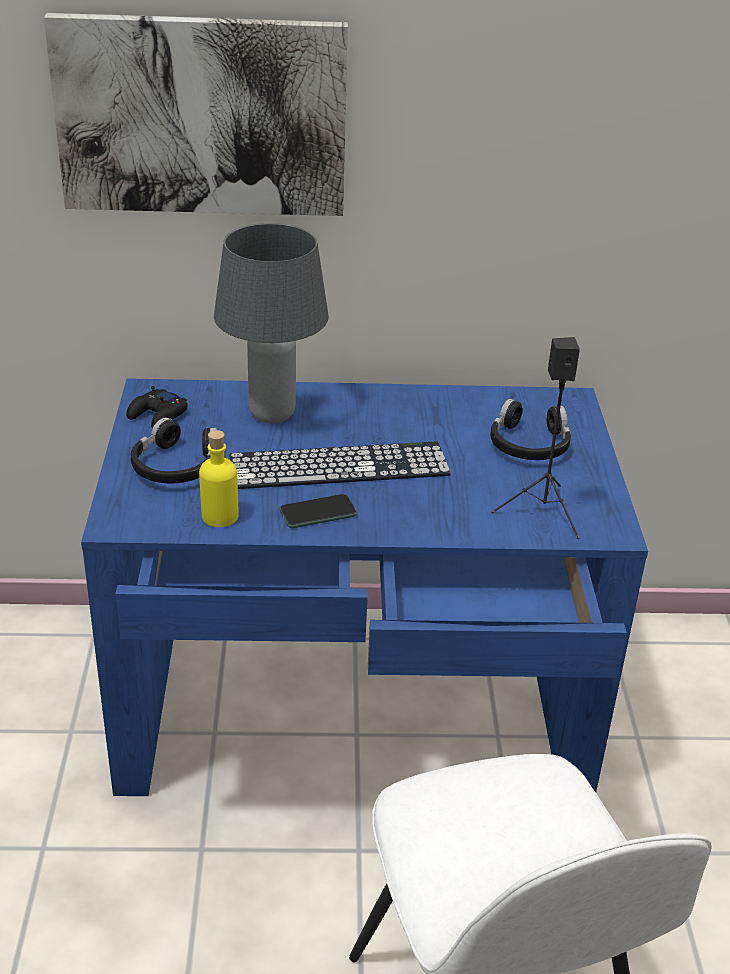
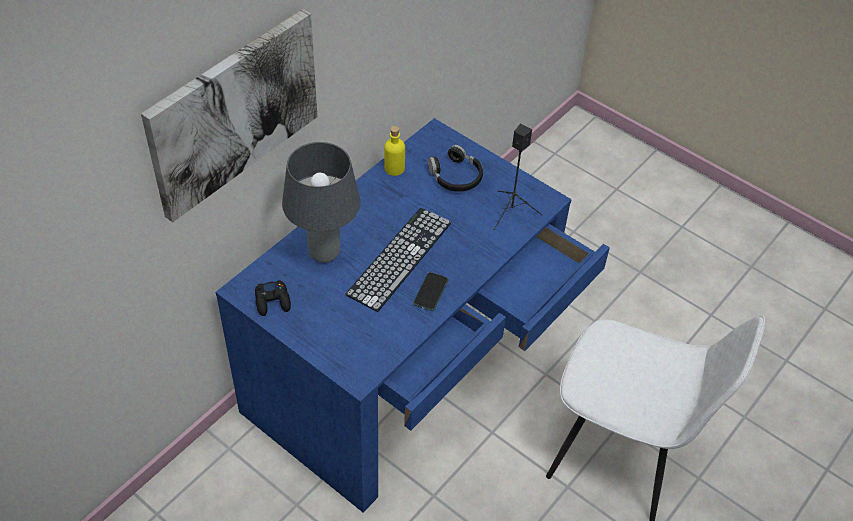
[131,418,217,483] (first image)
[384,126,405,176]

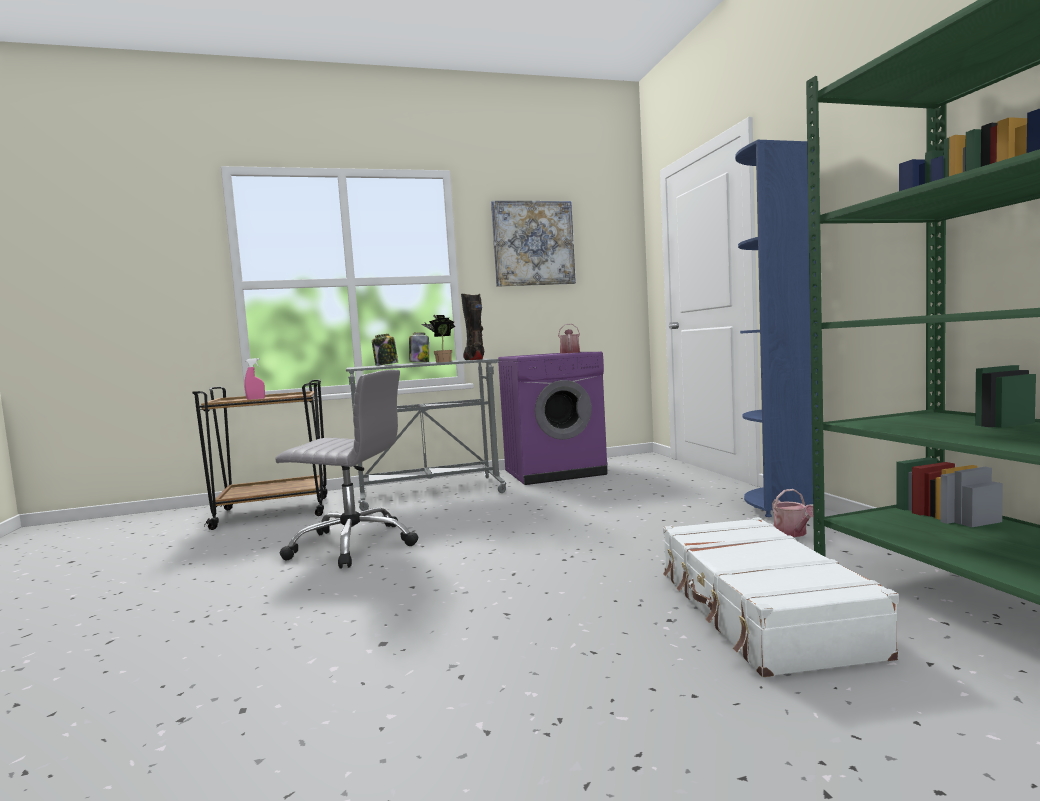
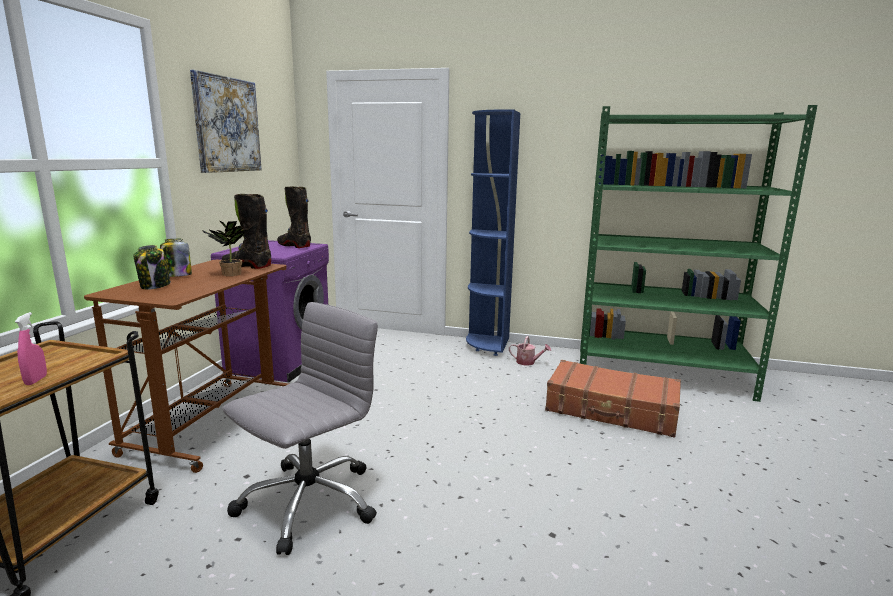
[84,260,289,473]
[277,186,311,248]
[545,360,681,438]

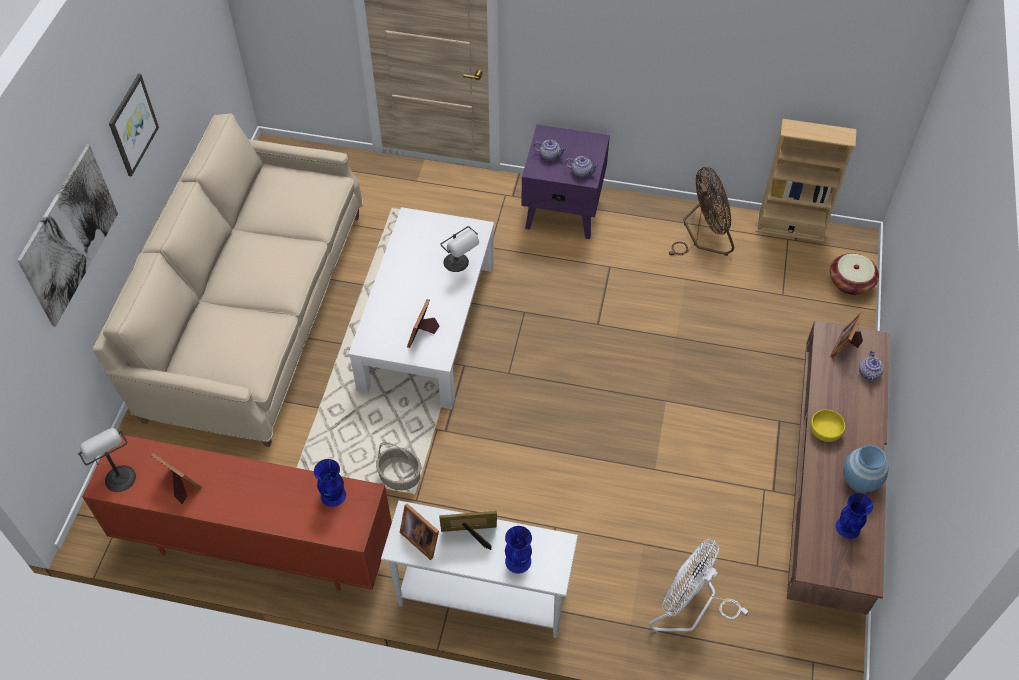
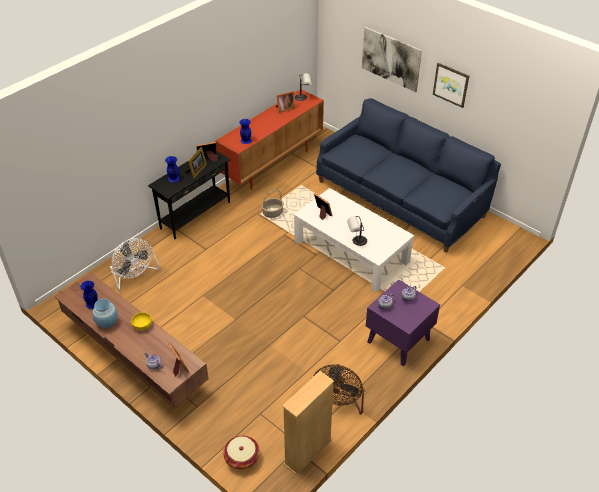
[316,98,501,253]
[148,151,231,239]
[110,238,159,292]

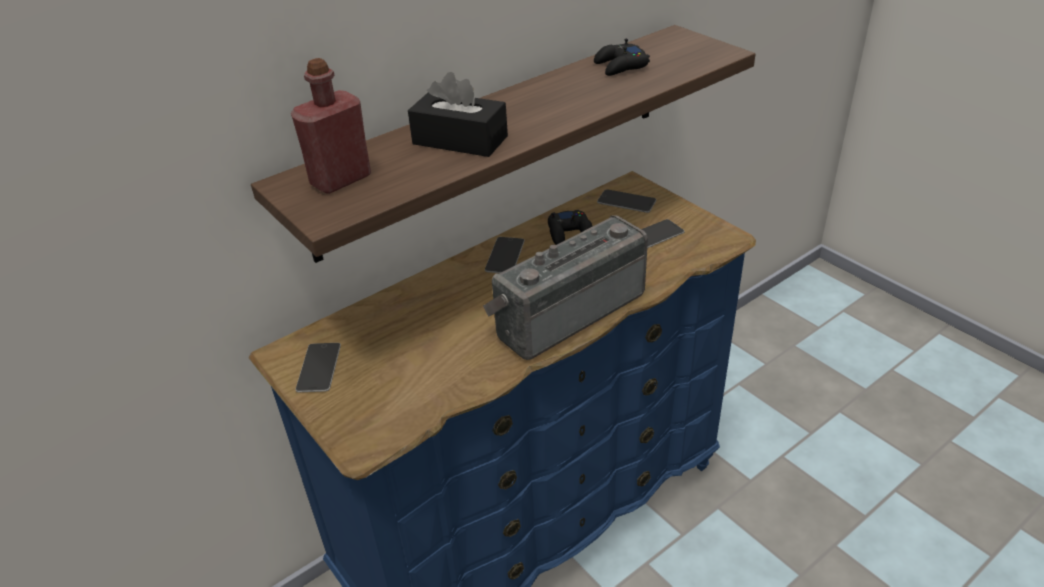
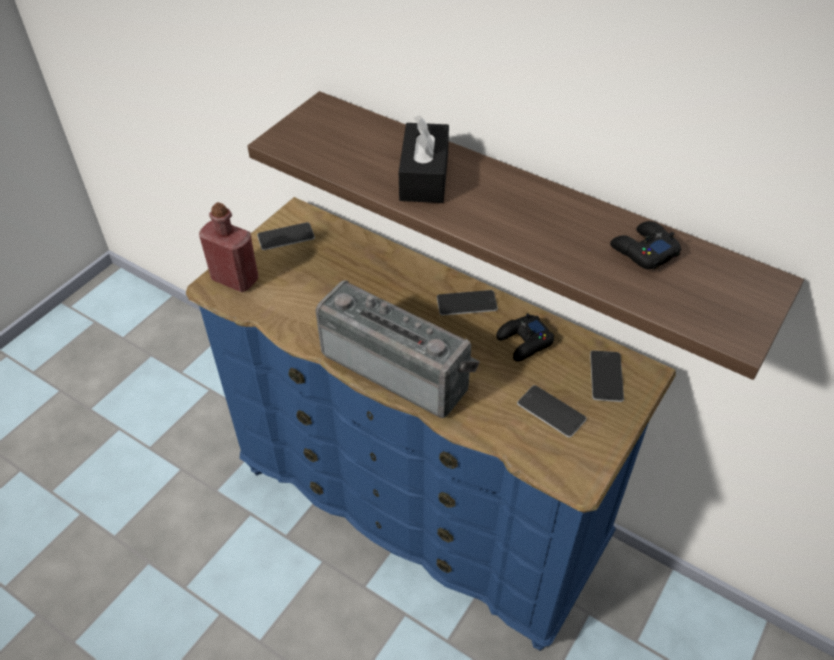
[199,202,258,292]

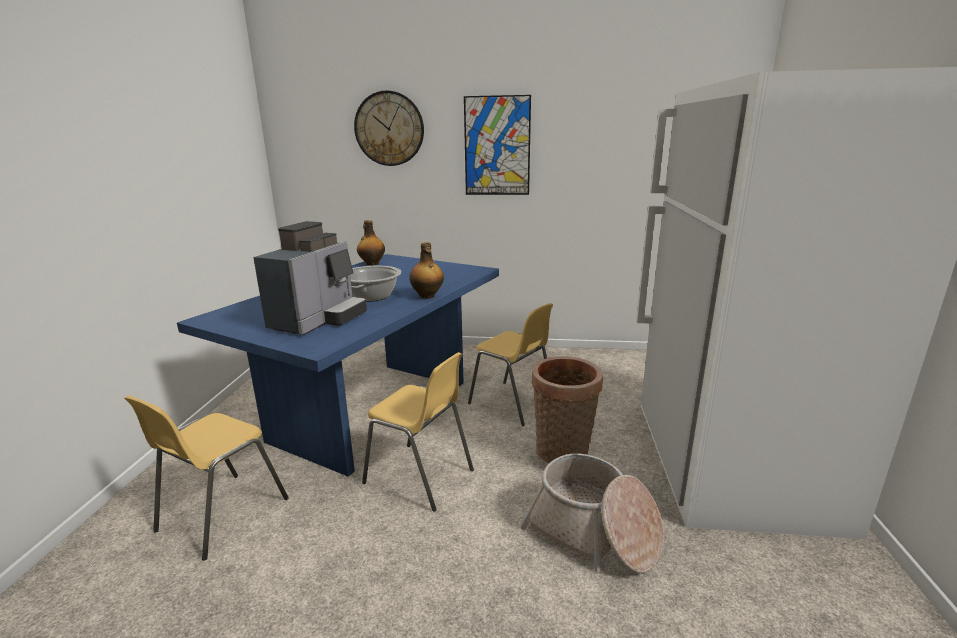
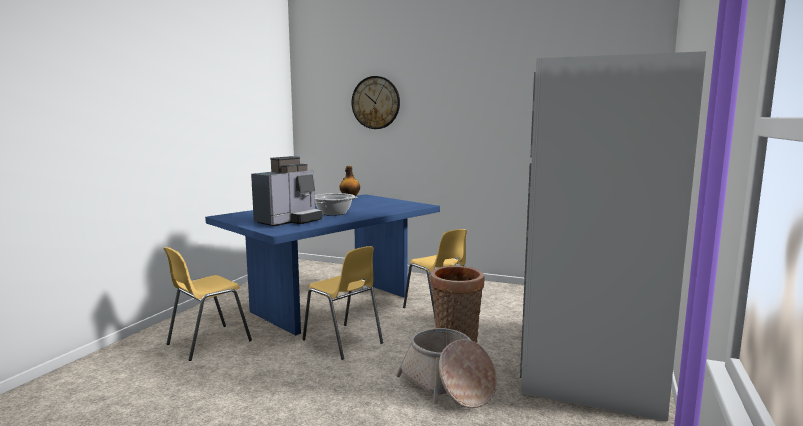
[409,242,444,299] (first image)
[464,95,531,195] (first image)

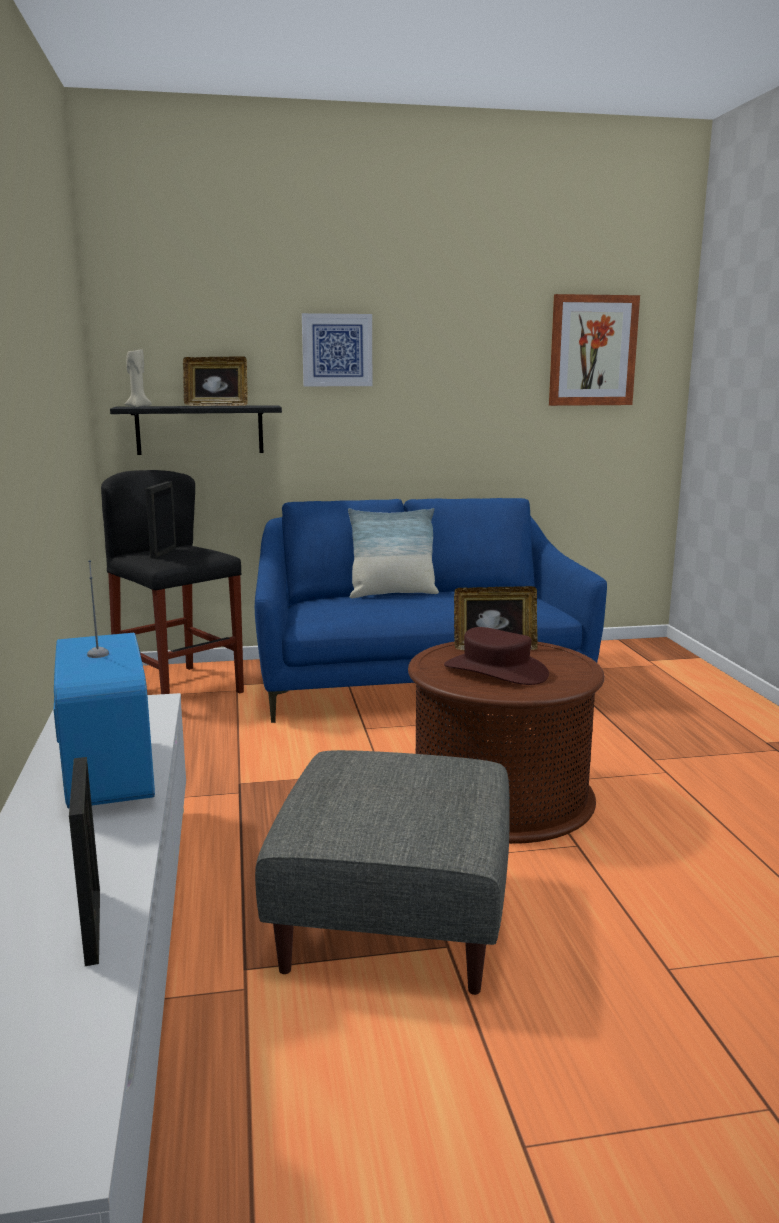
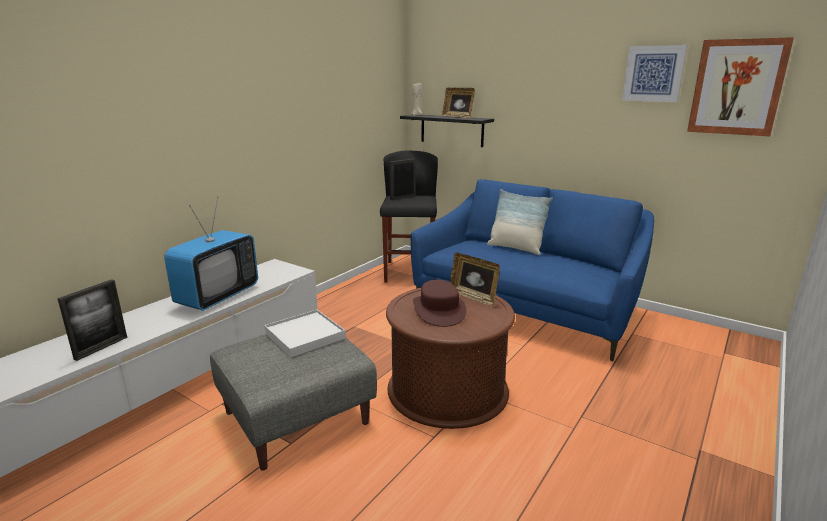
[622,45,687,102]
[264,310,346,357]

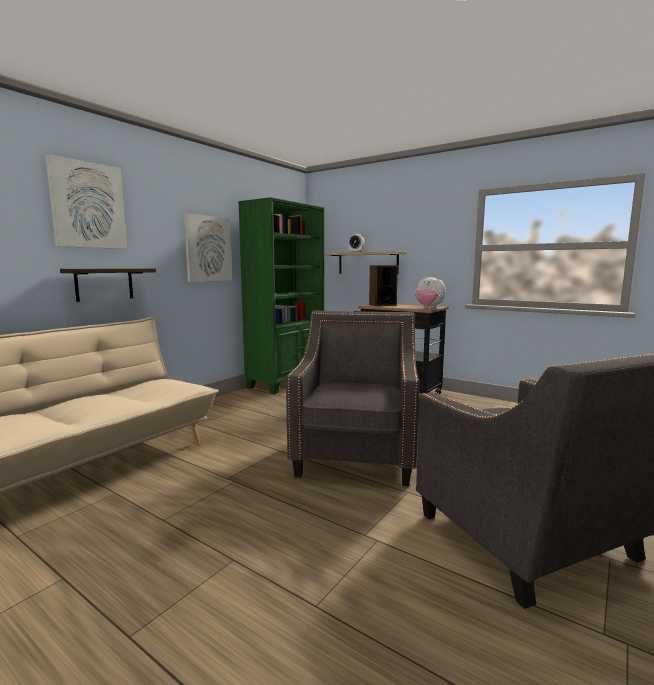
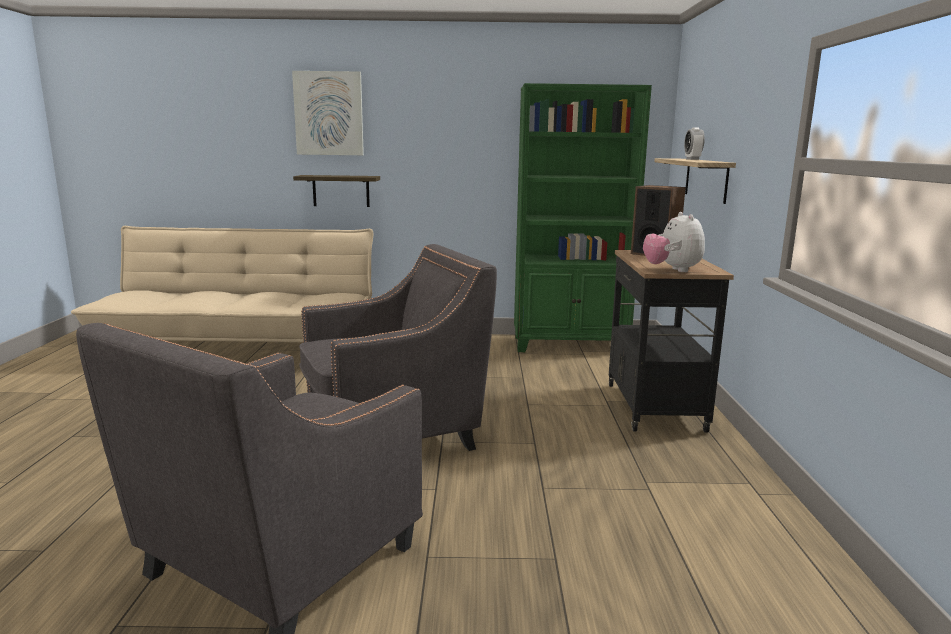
[184,213,232,282] (first image)

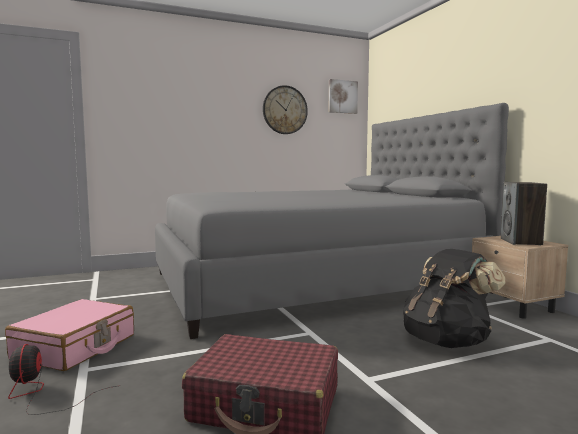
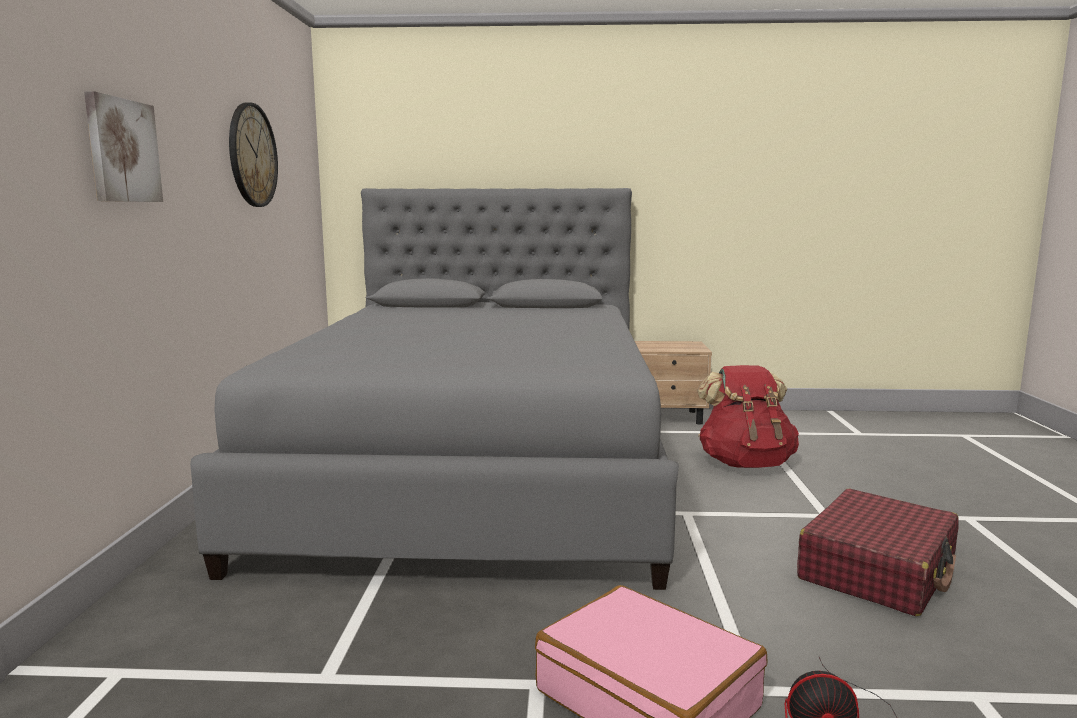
[84,91,163,202]
[697,365,799,468]
[501,182,547,245] (first image)

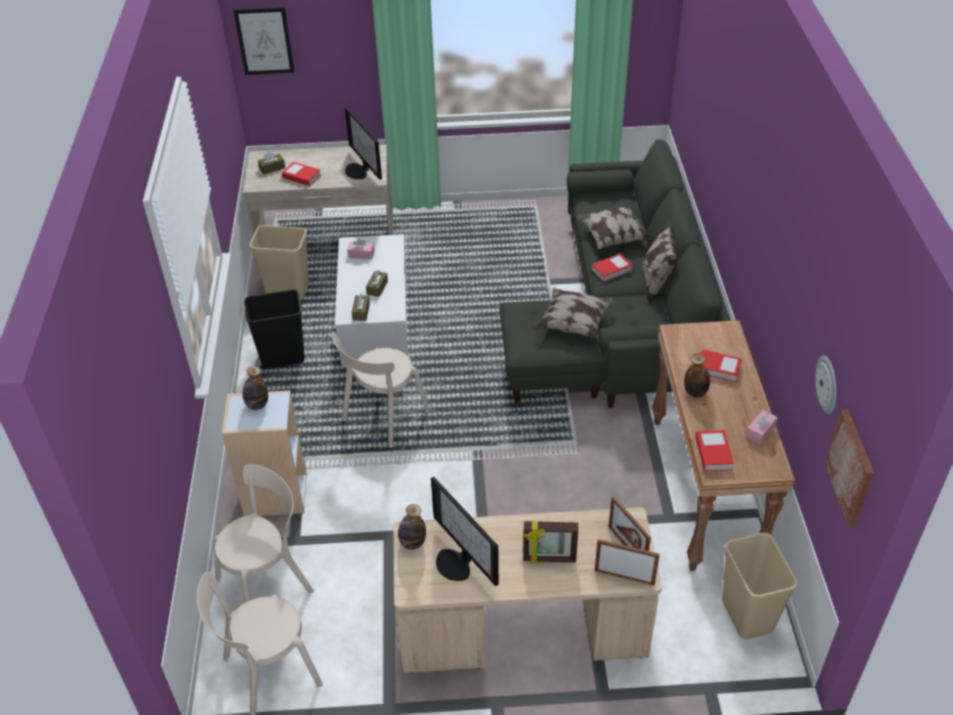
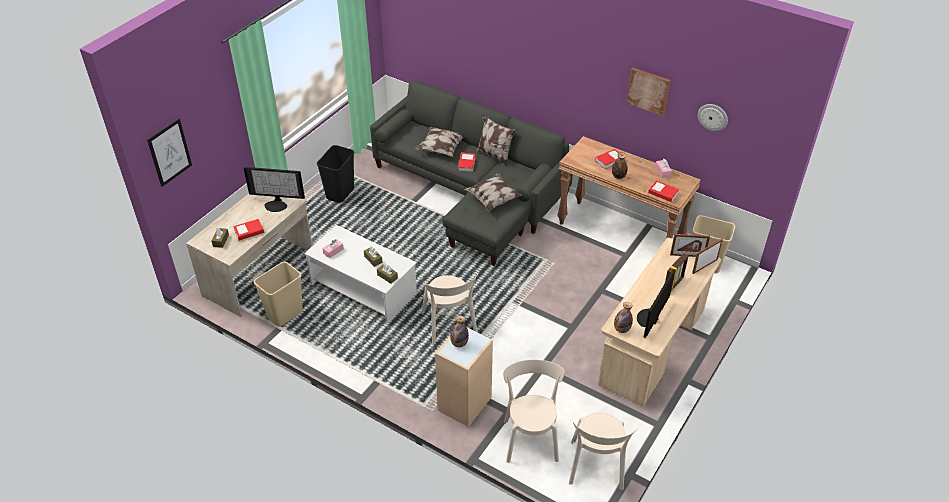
[317,145,354,203]
[637,269,675,338]
[626,67,671,116]

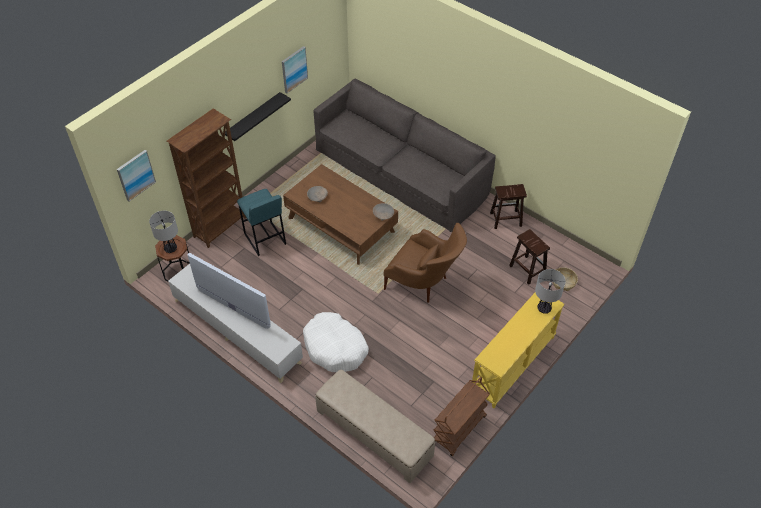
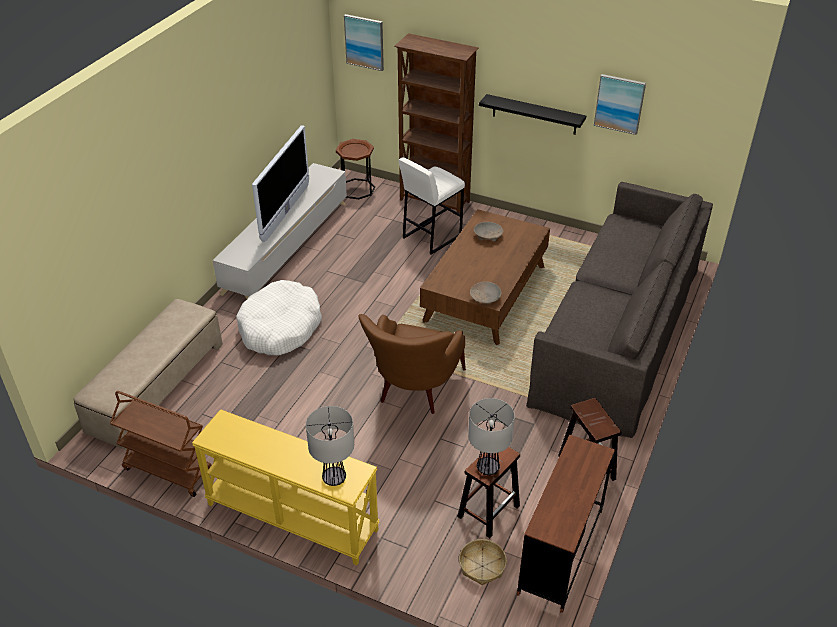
[468,398,515,475]
[398,157,465,255]
[517,435,615,613]

